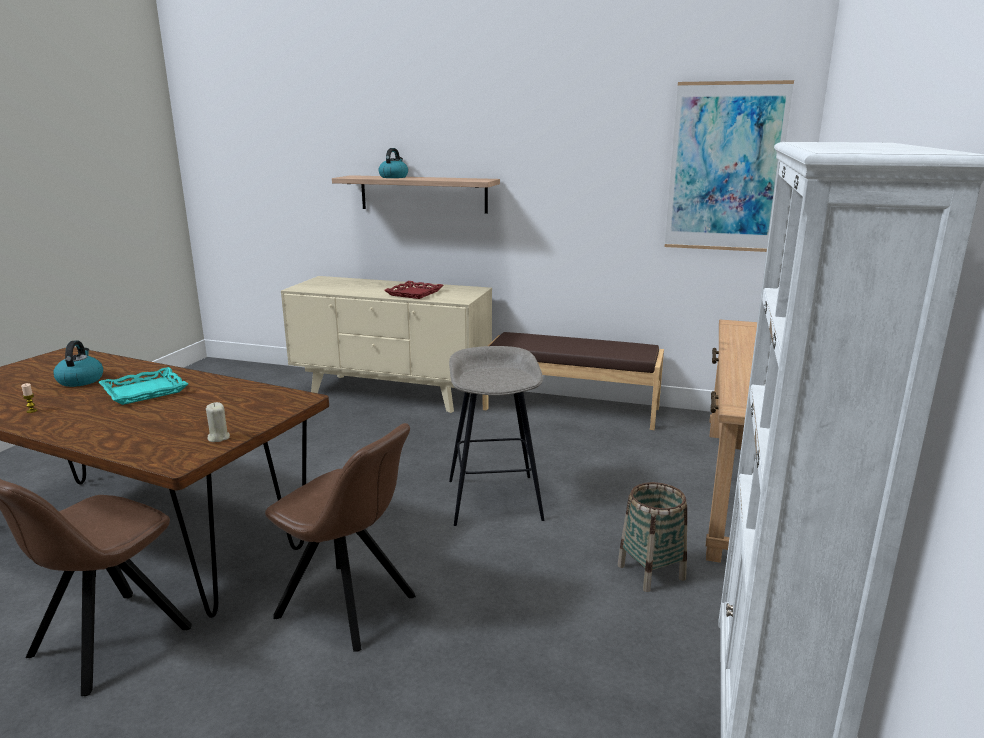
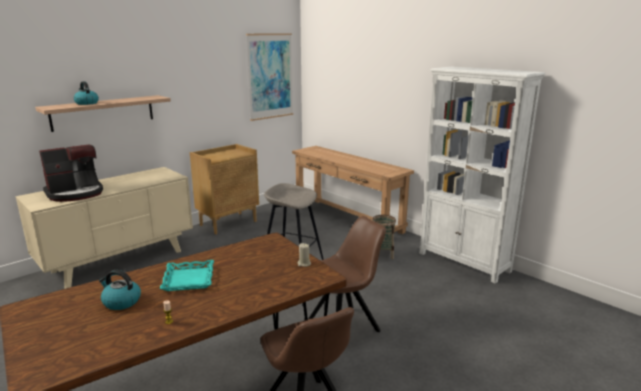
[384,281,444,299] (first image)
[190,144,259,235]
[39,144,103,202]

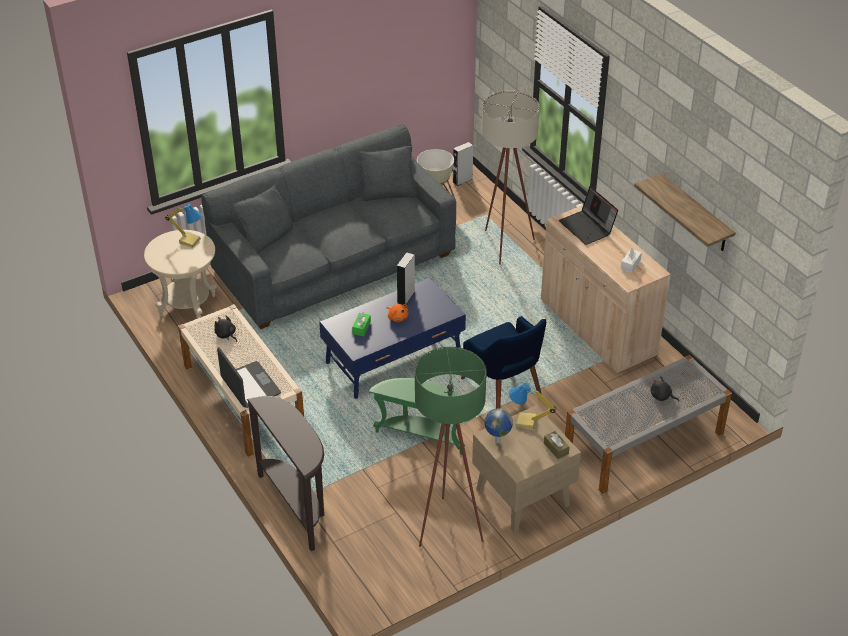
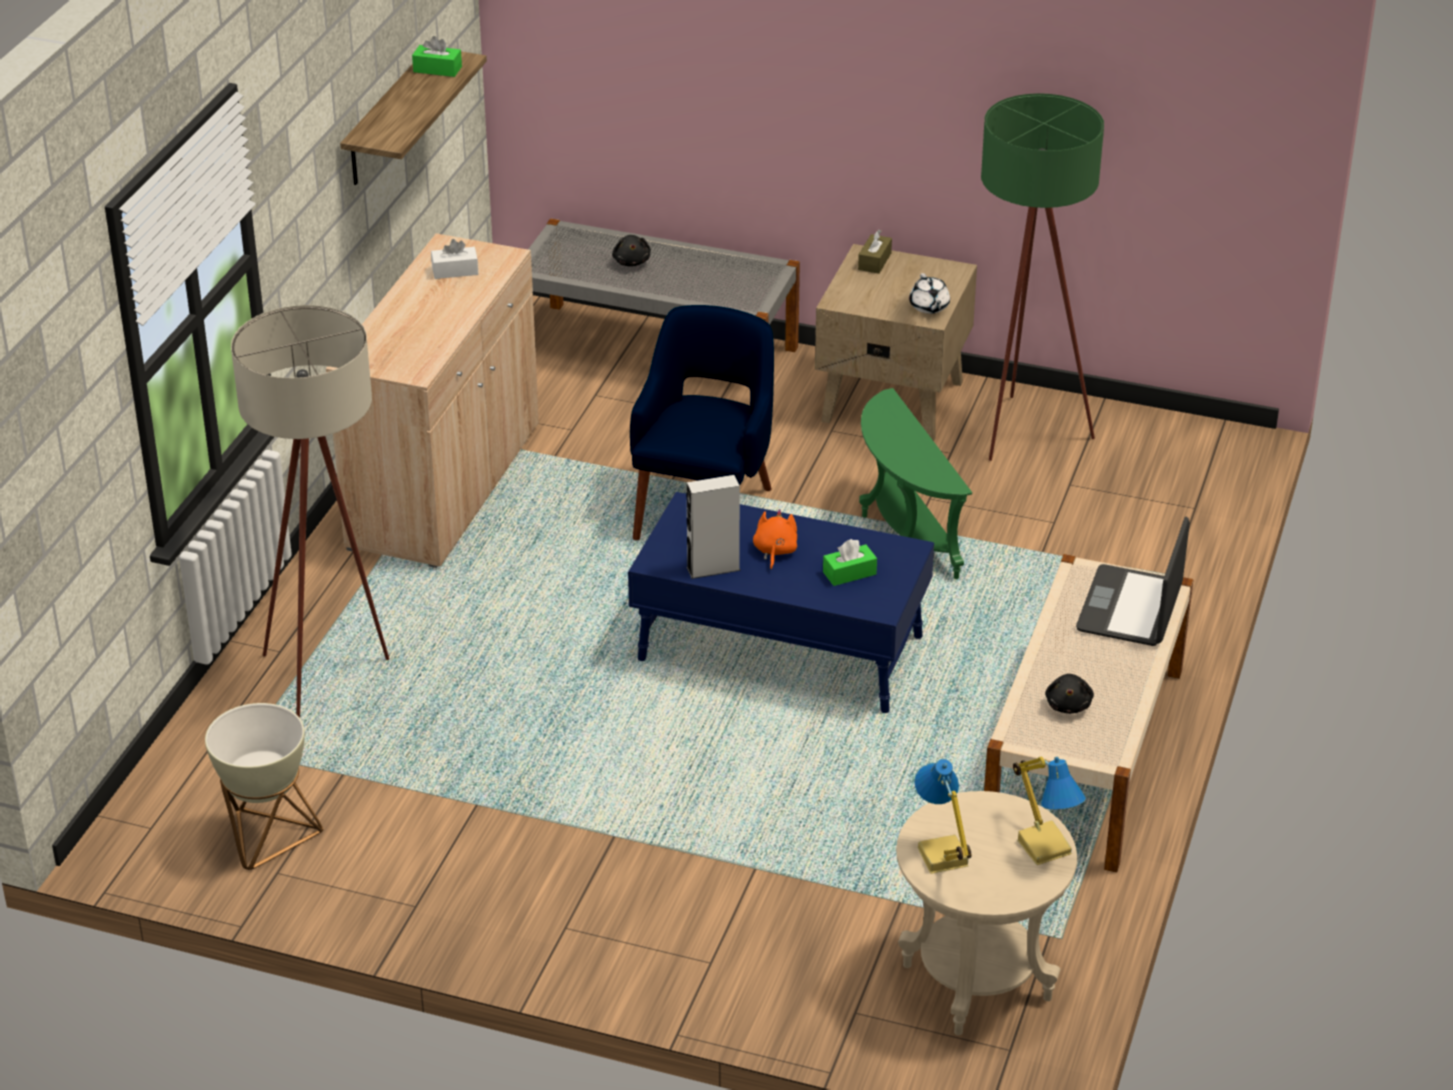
[201,125,456,329] (first image)
[247,396,324,551] (first image)
[452,142,473,186] (first image)
[909,273,950,314]
[1013,756,1086,865]
[559,186,618,245] (first image)
[412,36,462,77]

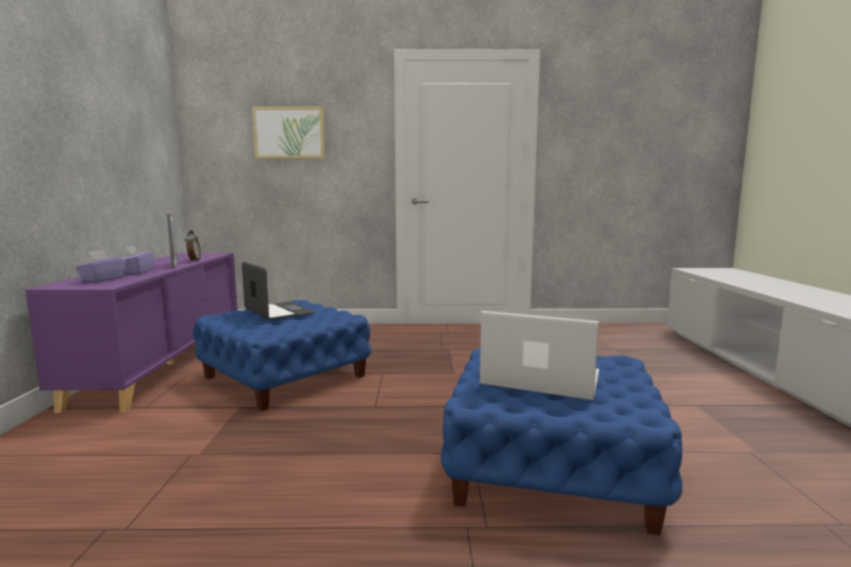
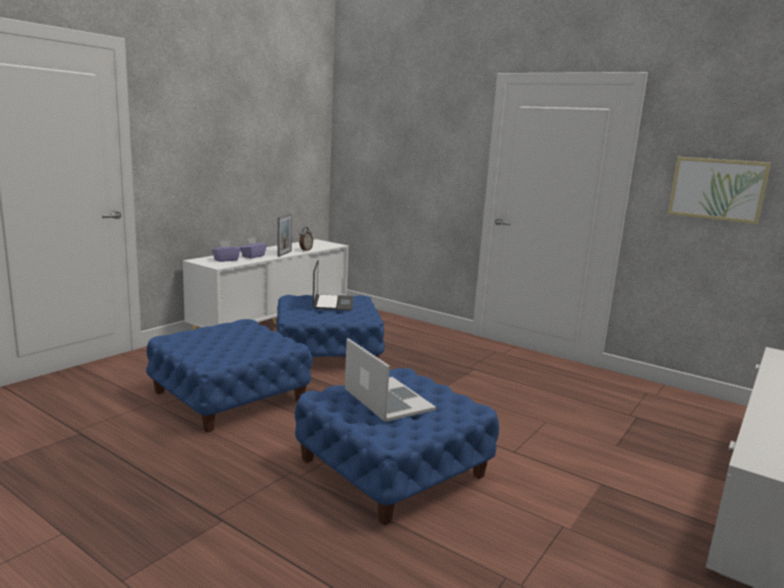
[183,239,349,330]
[667,157,771,224]
[146,319,312,432]

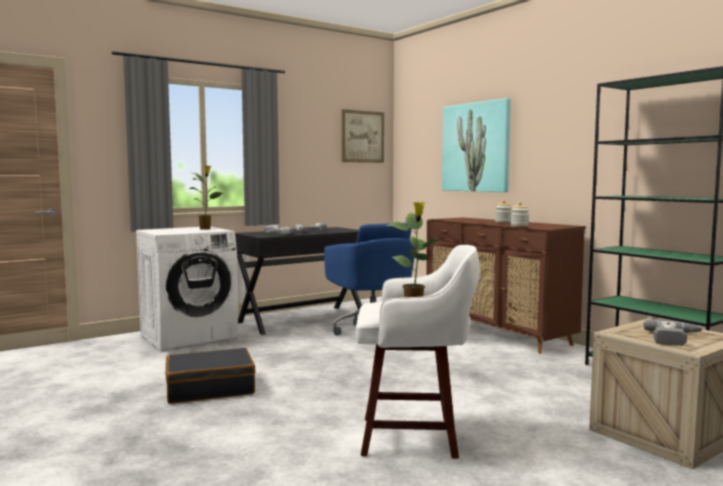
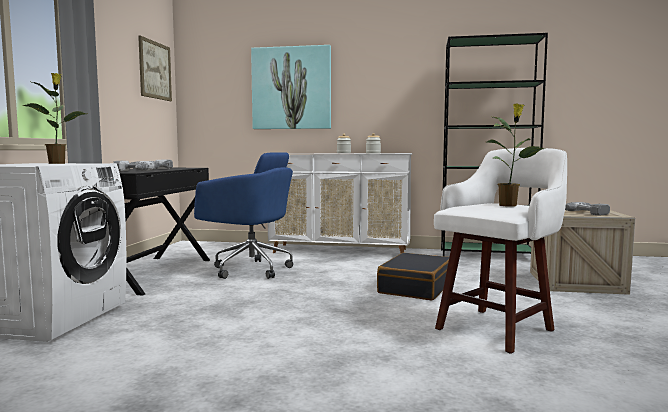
[377,253,449,300]
[268,153,412,253]

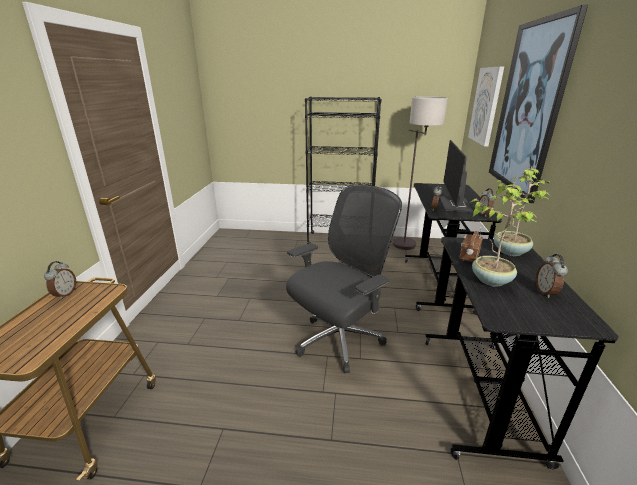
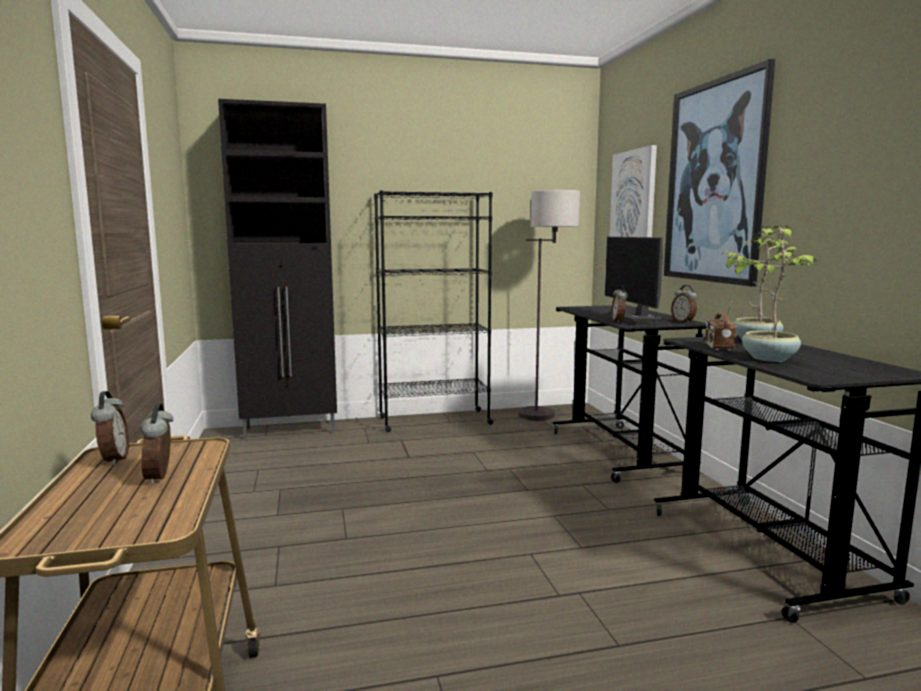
[286,185,402,373] (first image)
[140,403,173,485]
[218,99,337,439]

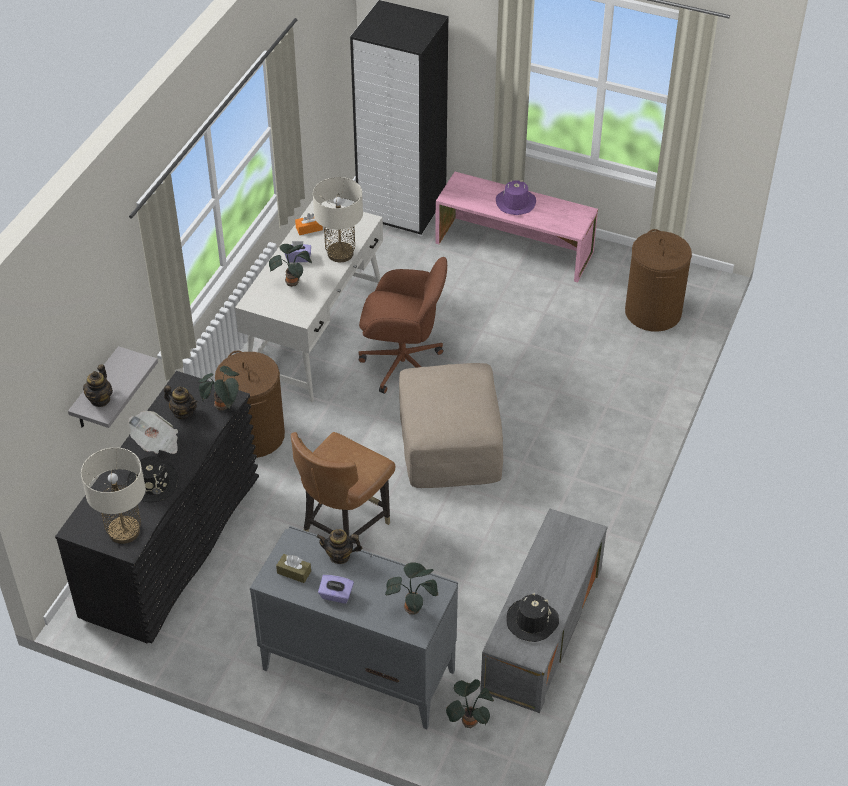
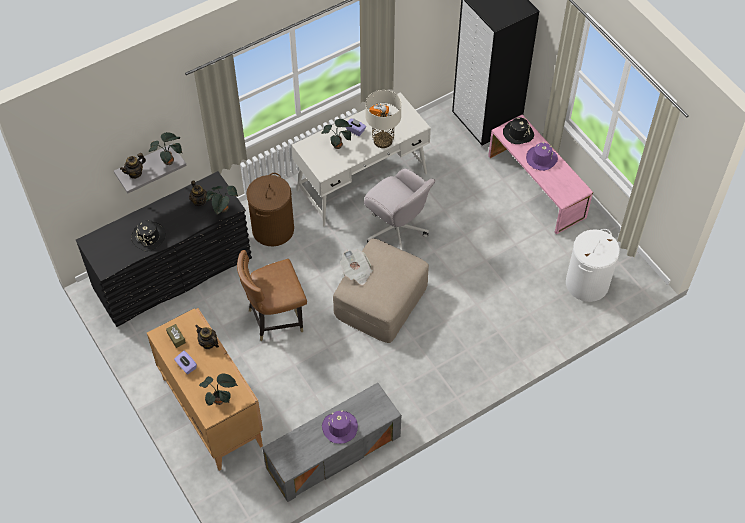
[81,447,146,544] (first image)
[340,249,373,285]
[147,308,263,471]
[364,168,435,250]
[149,132,182,165]
[503,117,534,144]
[566,229,620,302]
[322,410,358,444]

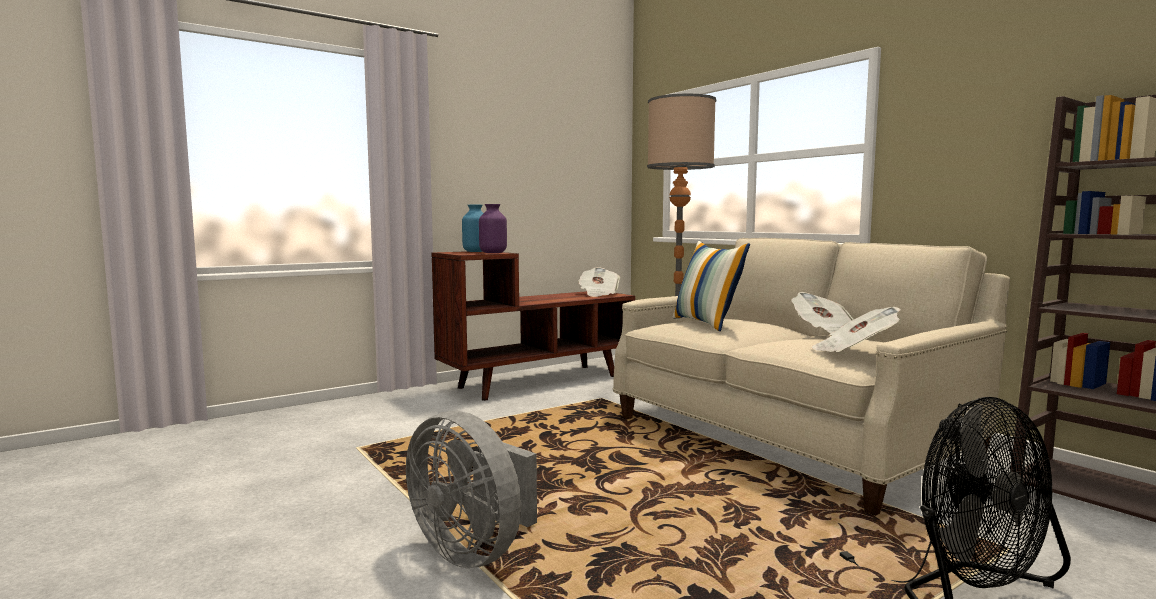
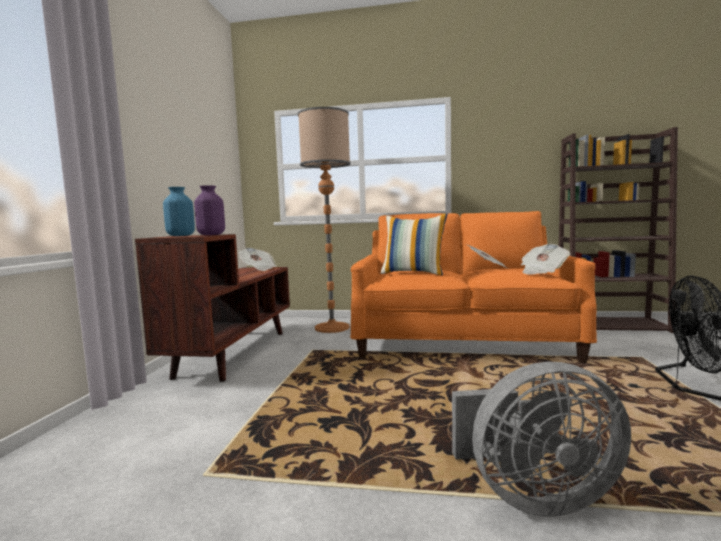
[350,211,597,363]

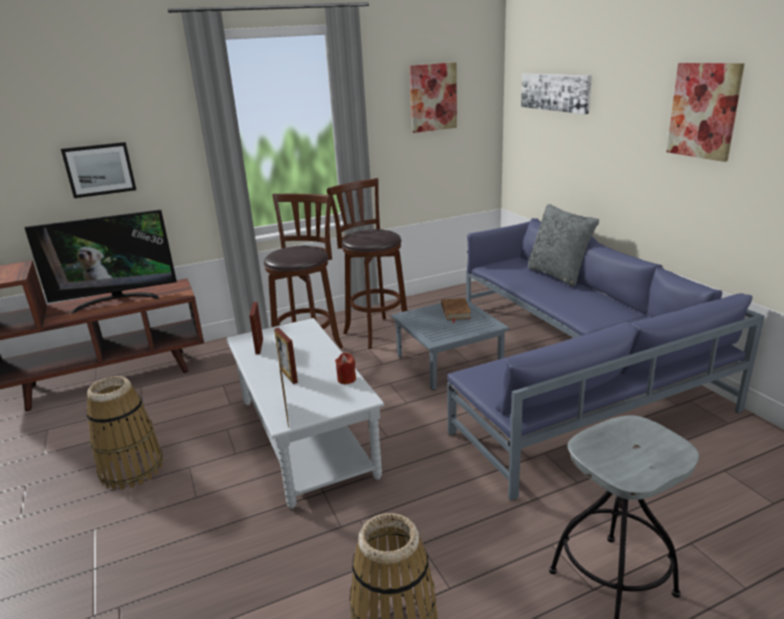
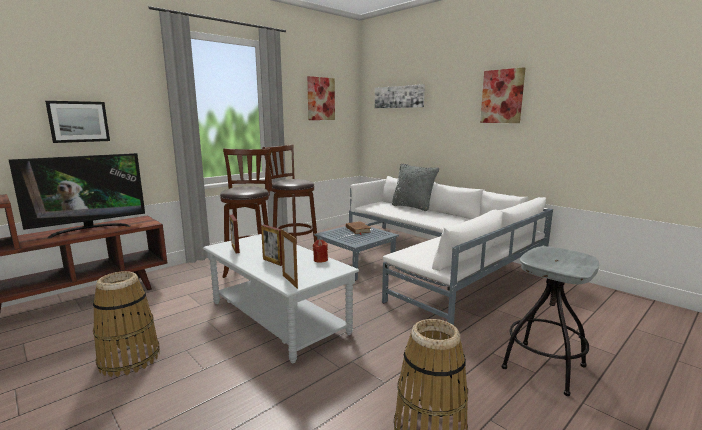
[314,176,553,325]

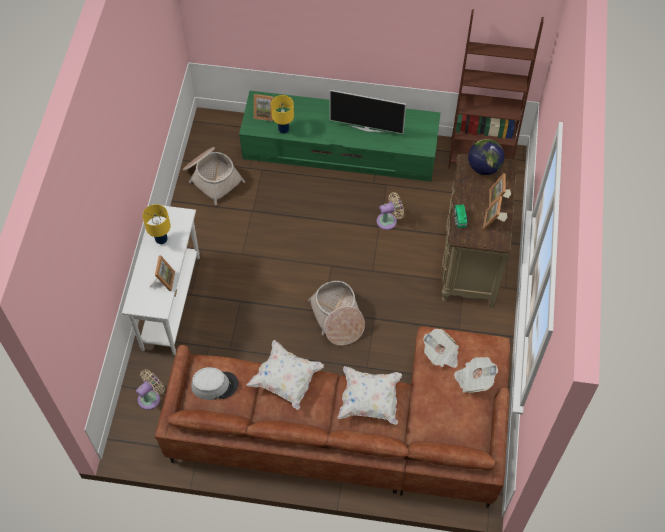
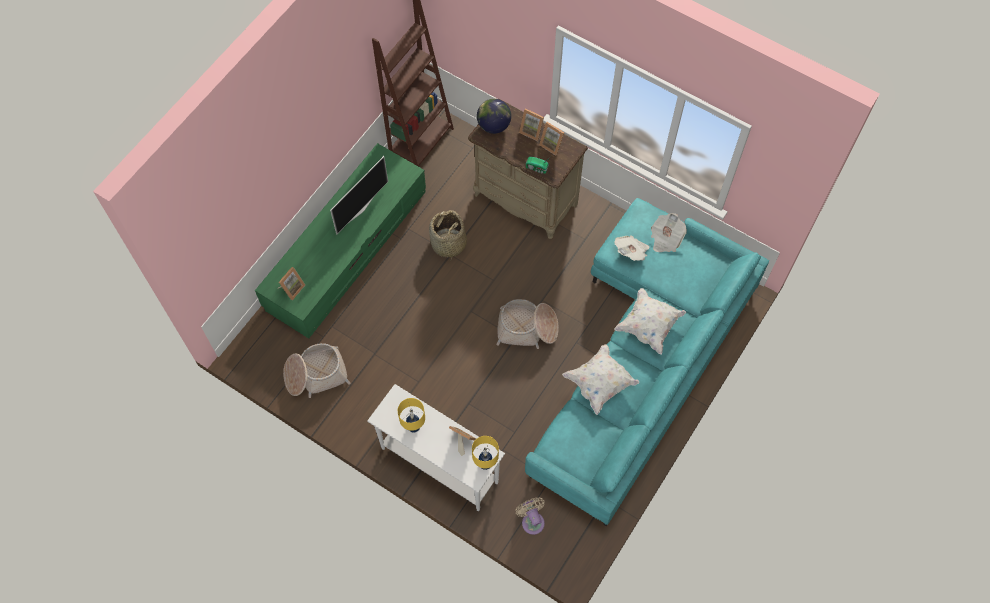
[525,198,769,526]
[191,367,239,400] (first image)
[472,436,499,470]
[429,210,467,260]

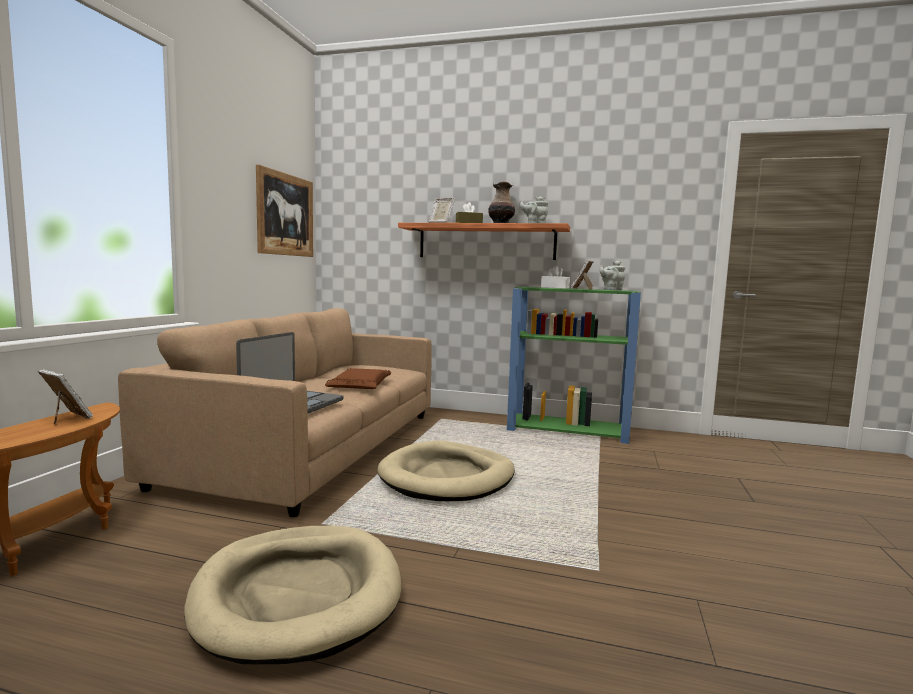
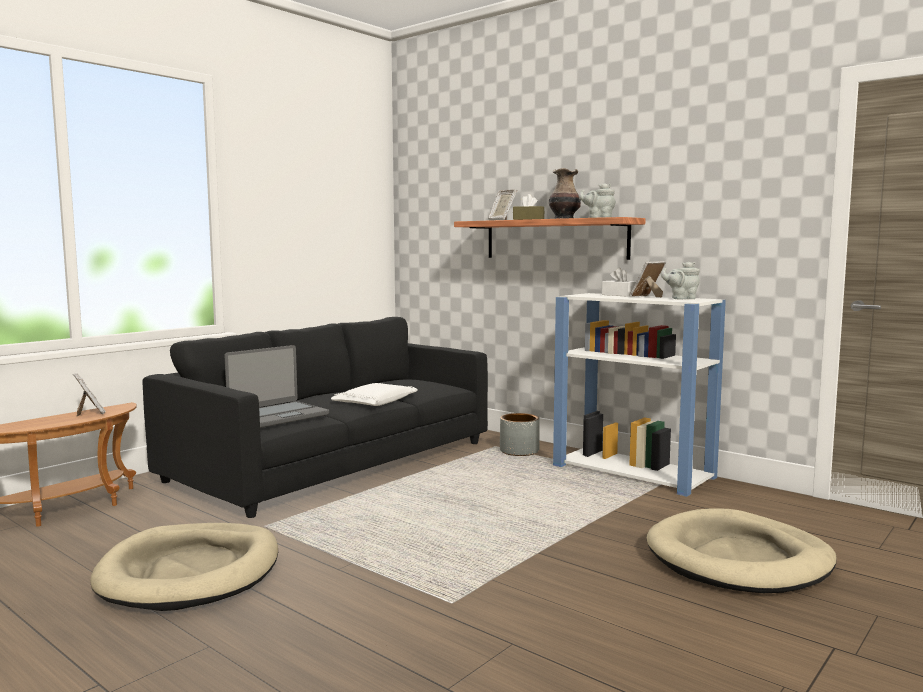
[143,317,488,518]
[256,165,313,257] (first image)
[331,383,418,406]
[646,508,837,593]
[553,293,726,497]
[500,413,540,456]

